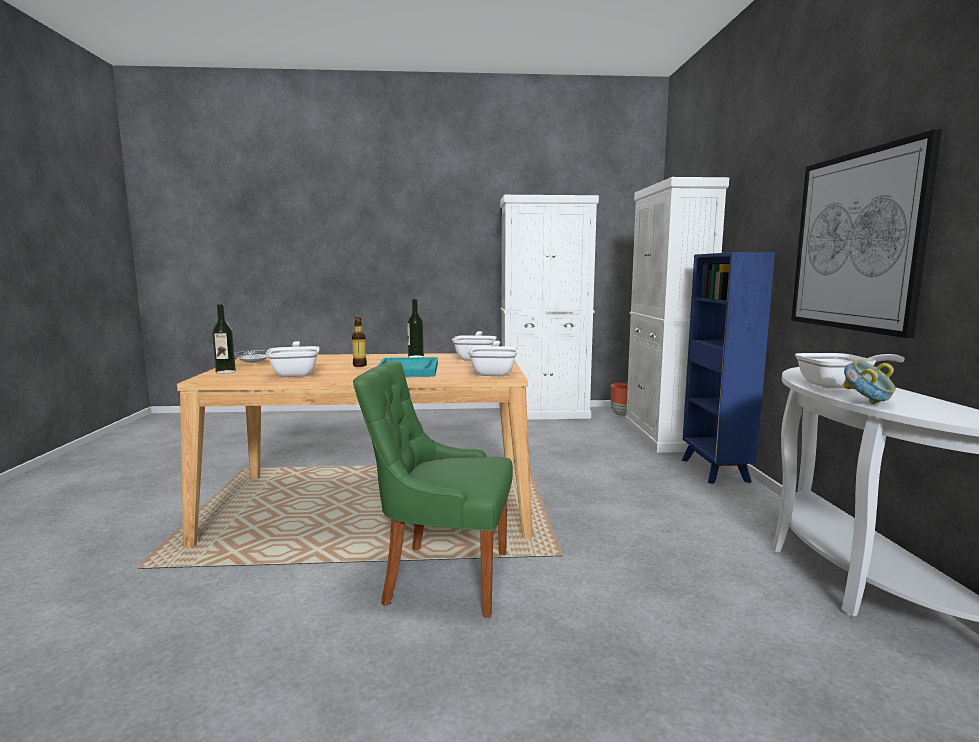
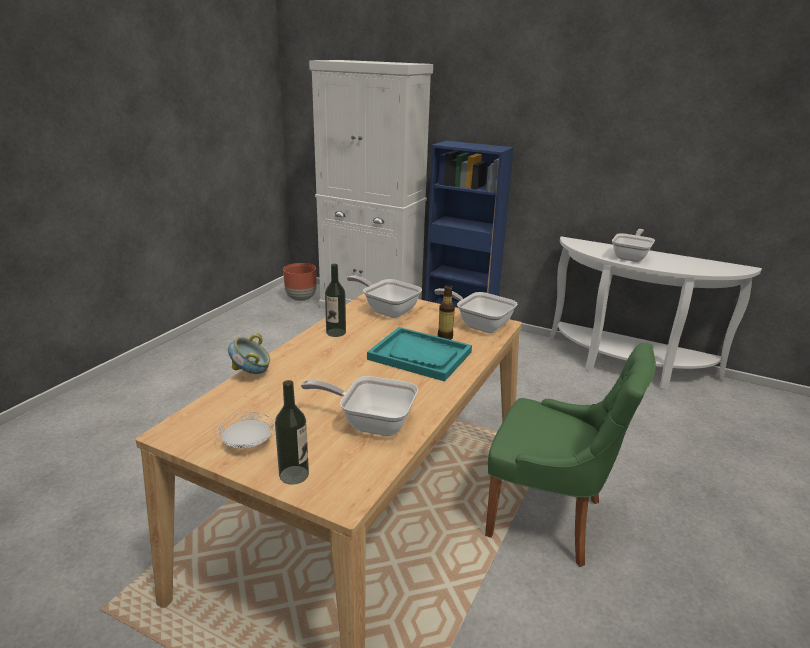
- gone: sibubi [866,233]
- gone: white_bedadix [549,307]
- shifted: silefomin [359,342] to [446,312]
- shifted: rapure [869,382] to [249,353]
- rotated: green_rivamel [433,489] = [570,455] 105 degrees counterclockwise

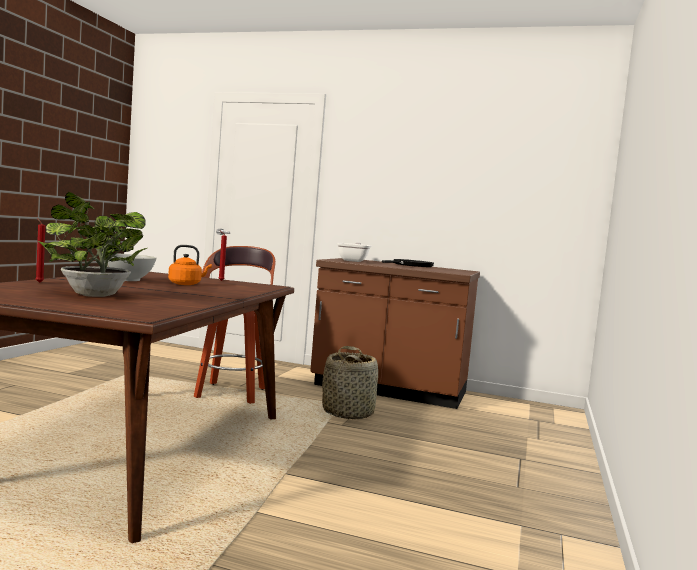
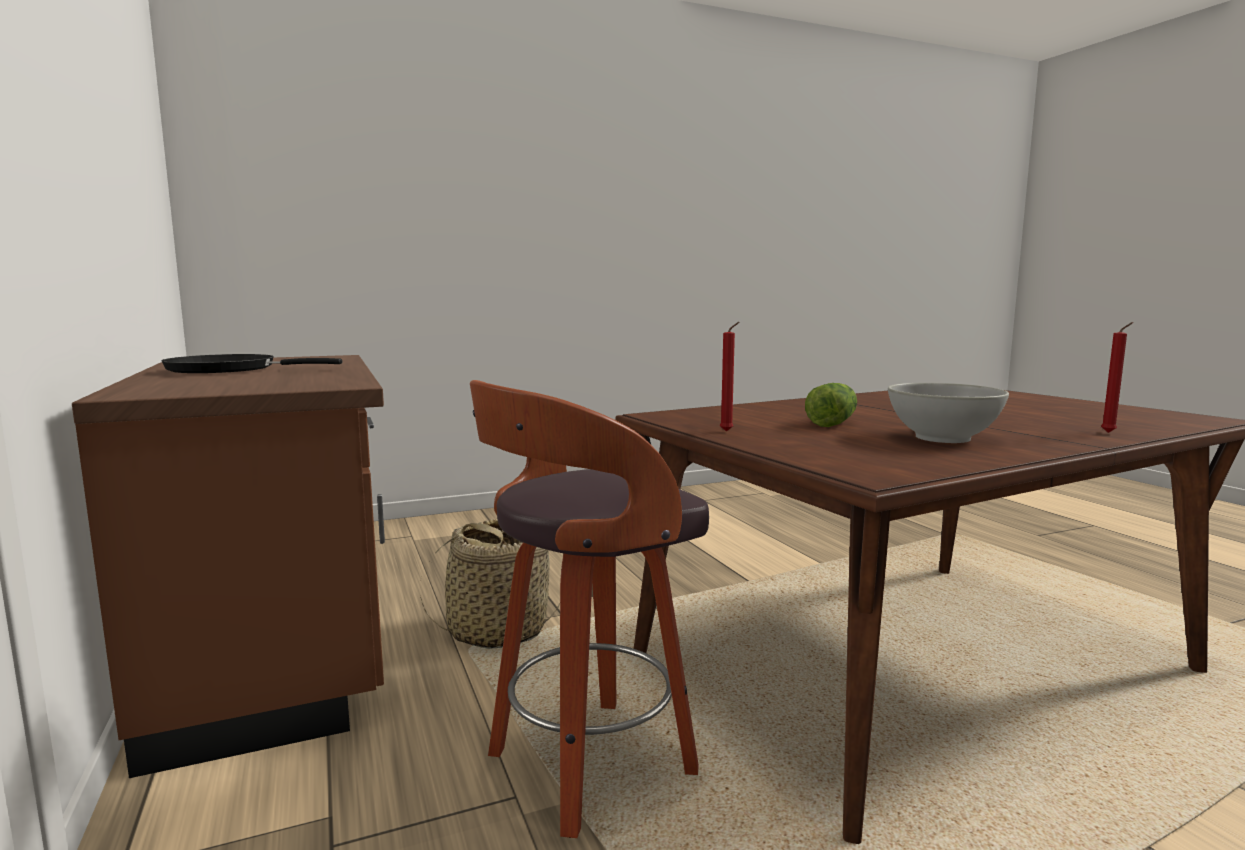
- gone: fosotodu [92,244]
- gone: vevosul [354,252]
- swapped: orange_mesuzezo [190,265] to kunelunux [831,405]

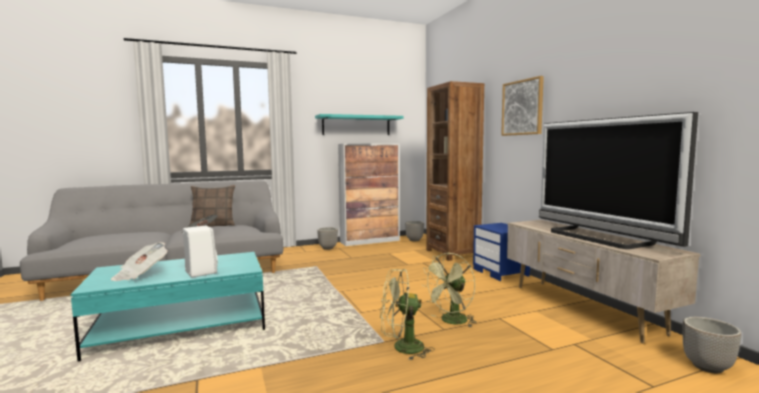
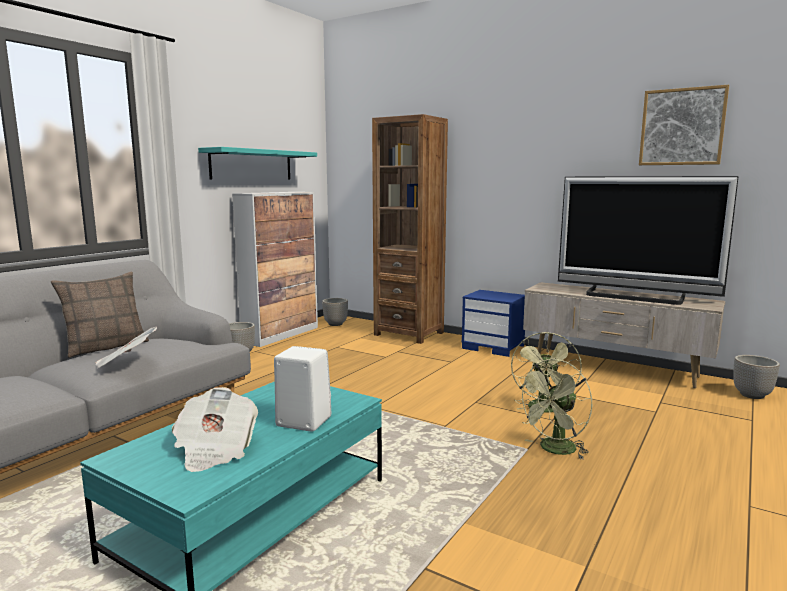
- shifted: sibubi [522,106] to [684,125]

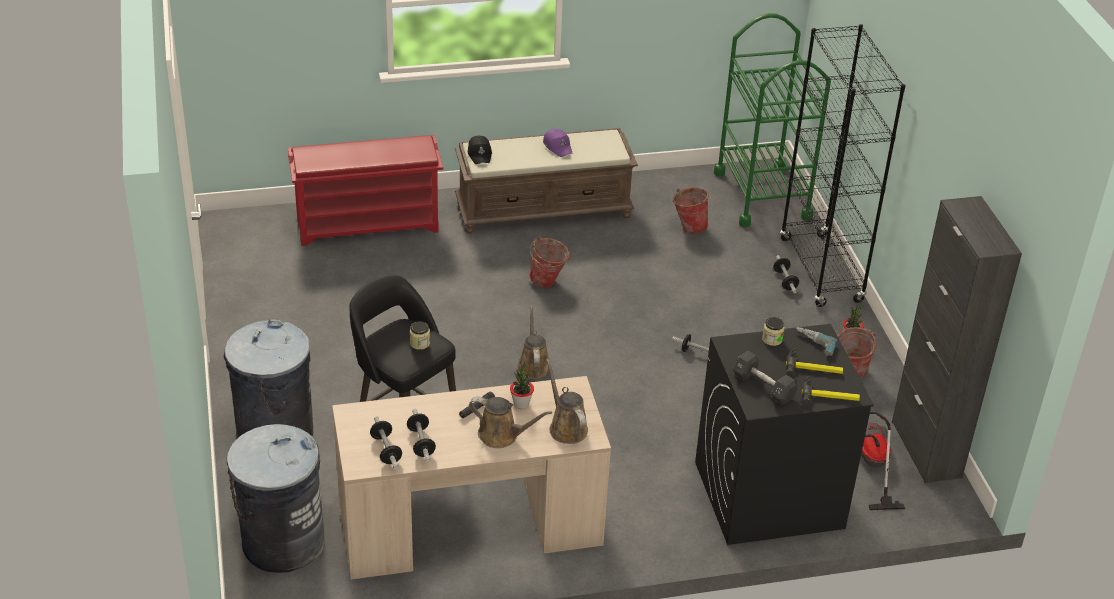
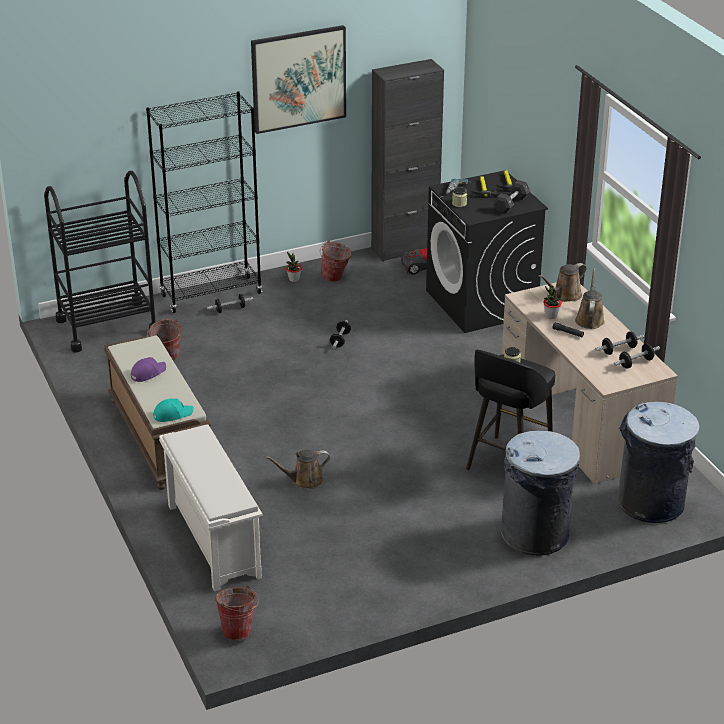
- repainted: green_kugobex [772,120] to black_kugobex [99,262]
- repainted: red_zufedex [365,190] to white_zufedex [211,508]
- repainted: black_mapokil [480,150] to turquoise_mapokil [174,410]
- shifted: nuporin [549,262] to [237,613]
- shifted: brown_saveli [533,342] to [297,469]
- new: sibubi [298,79]

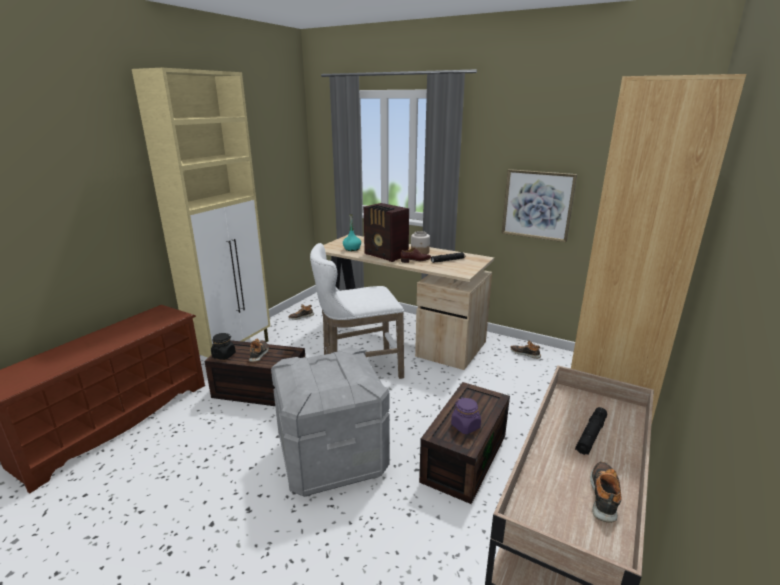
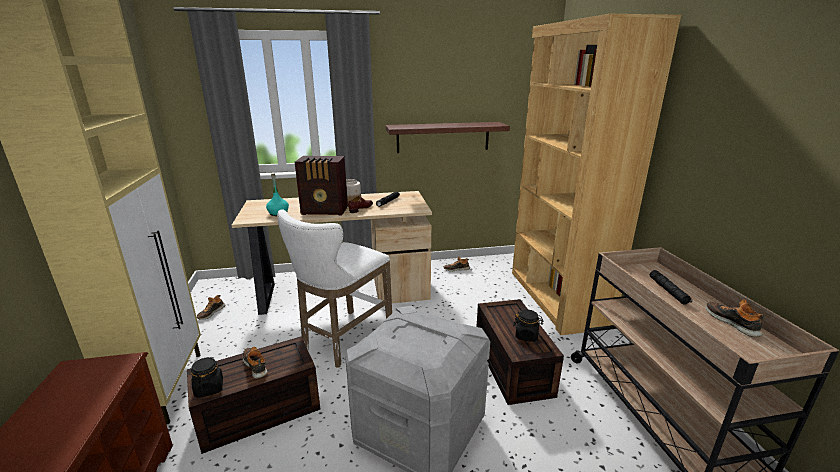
- swapped: sibubi [539,205] to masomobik [448,137]
- repainted: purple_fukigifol [466,415] to black_fukigifol [528,325]

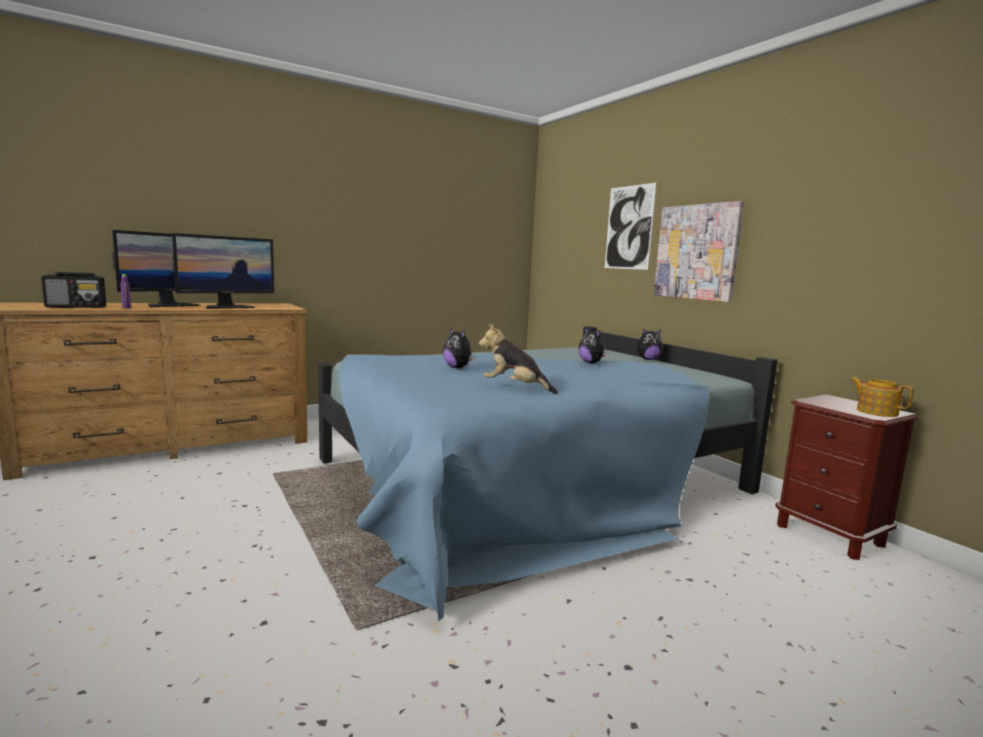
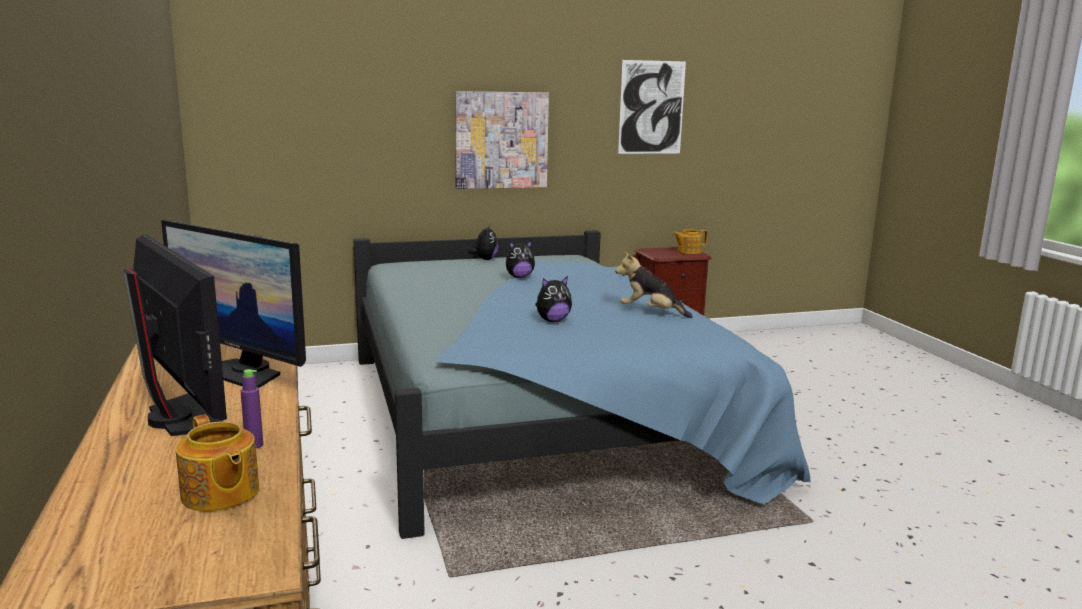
- shifted: sibubi [630,226] to [652,107]
- rotated: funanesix [223,271] = [233,304] 150 degrees clockwise
- swapped: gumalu [73,290] to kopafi [217,463]
- rotated: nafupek [518,359] = [654,285] 75 degrees clockwise

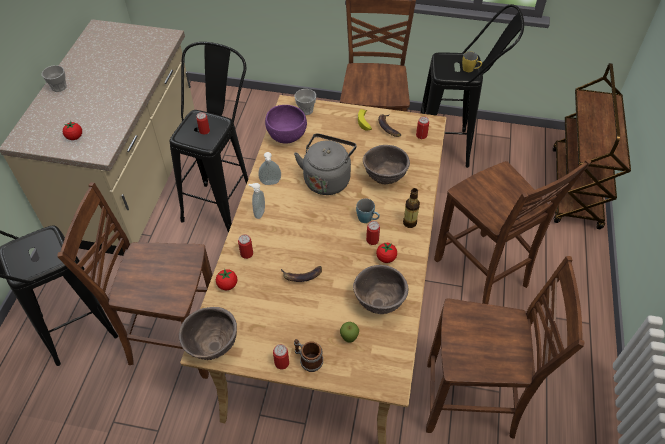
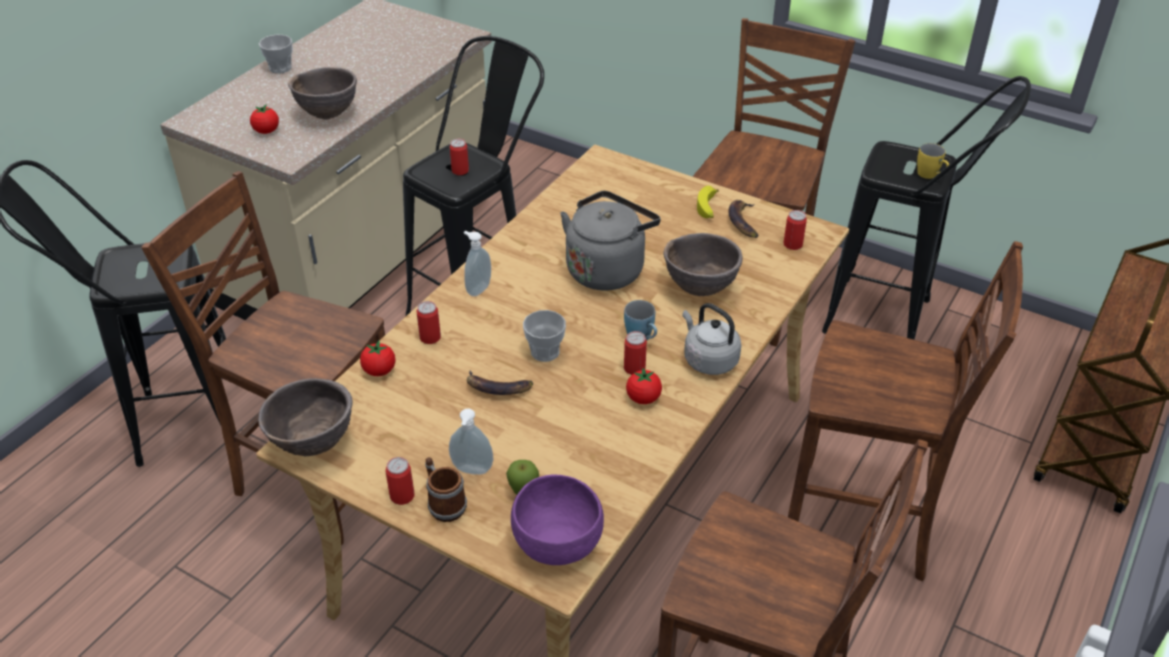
- shifted: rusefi [305,102] to [544,336]
- shifted: purple_rapure [286,124] to [557,520]
- shifted: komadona [269,168] to [471,442]
- rotated: brown_rivamel [513,231] = [905,411] 60 degrees counterclockwise
- swapped: silefomin [411,208] to grey_mesuzezo [712,339]
- shifted: brown_rapure [380,289] to [322,93]

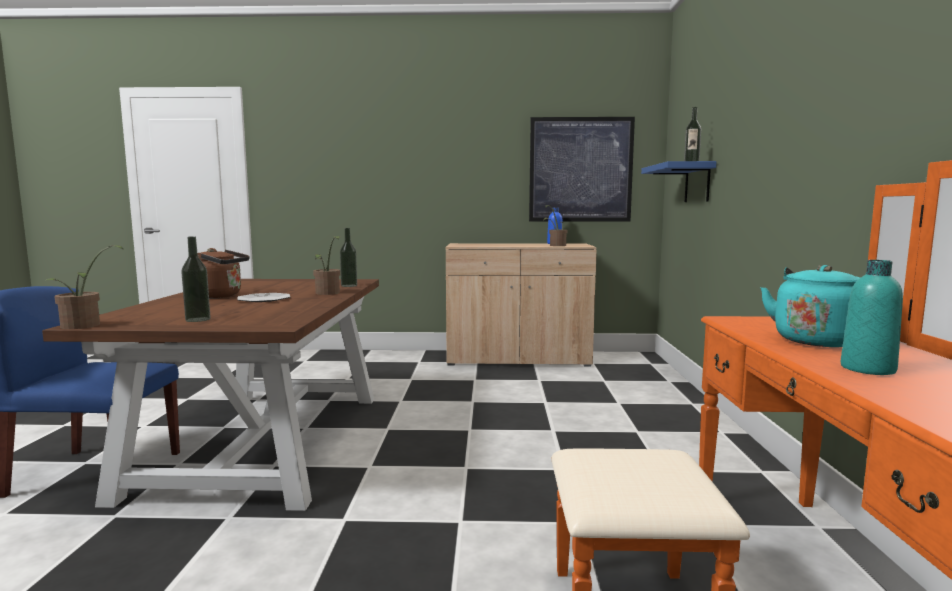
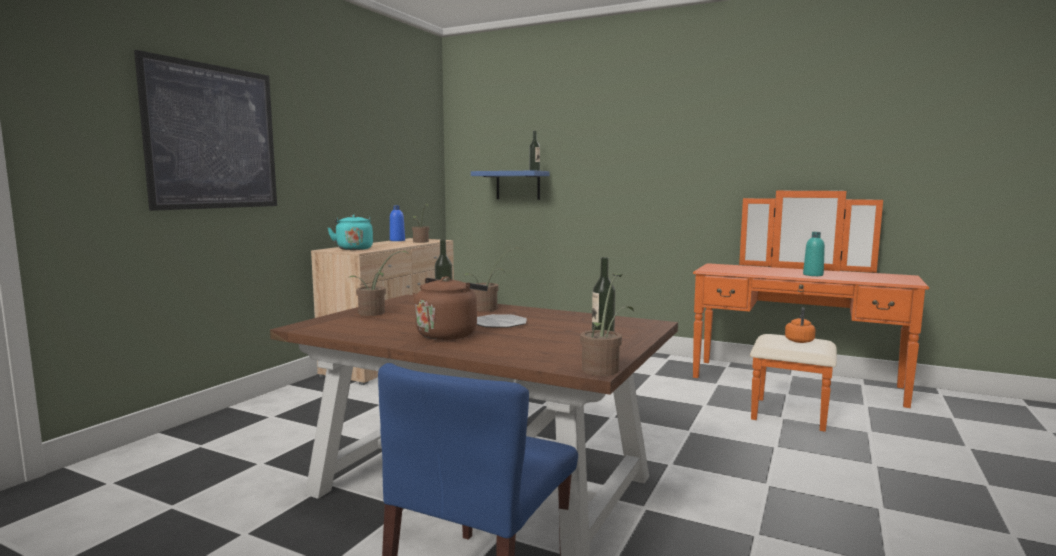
- shifted: sibubi [582,169] to [205,130]
- shifted: turquoise_mesuzezo [810,306] to [350,232]
- new: fosotodu [378,283]
- new: orange_mesuzezo [800,325]

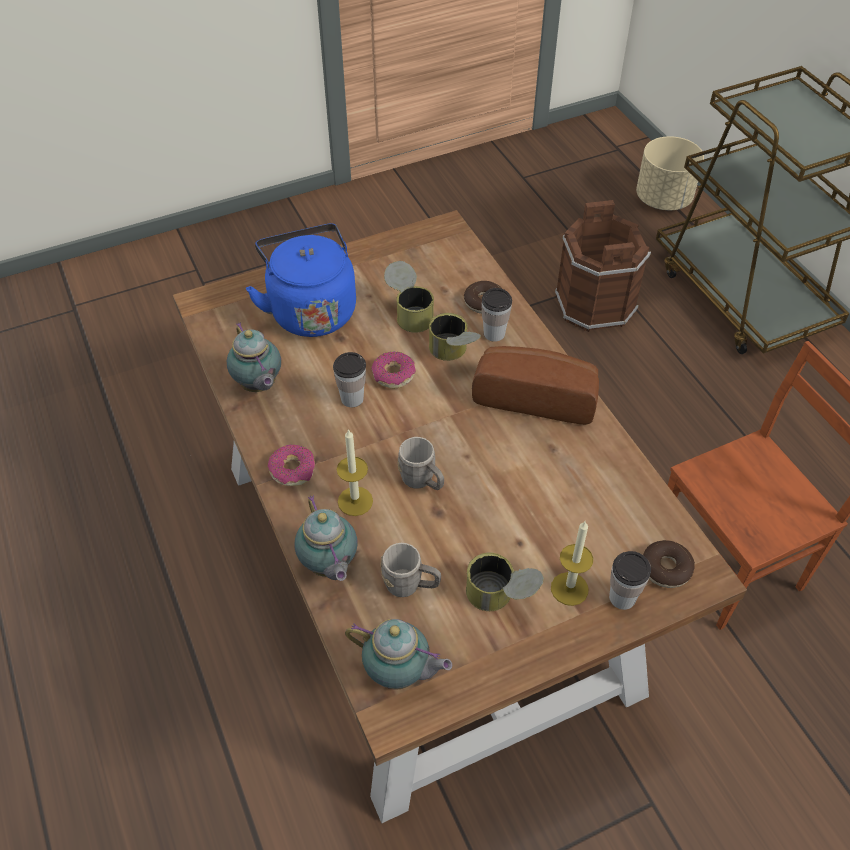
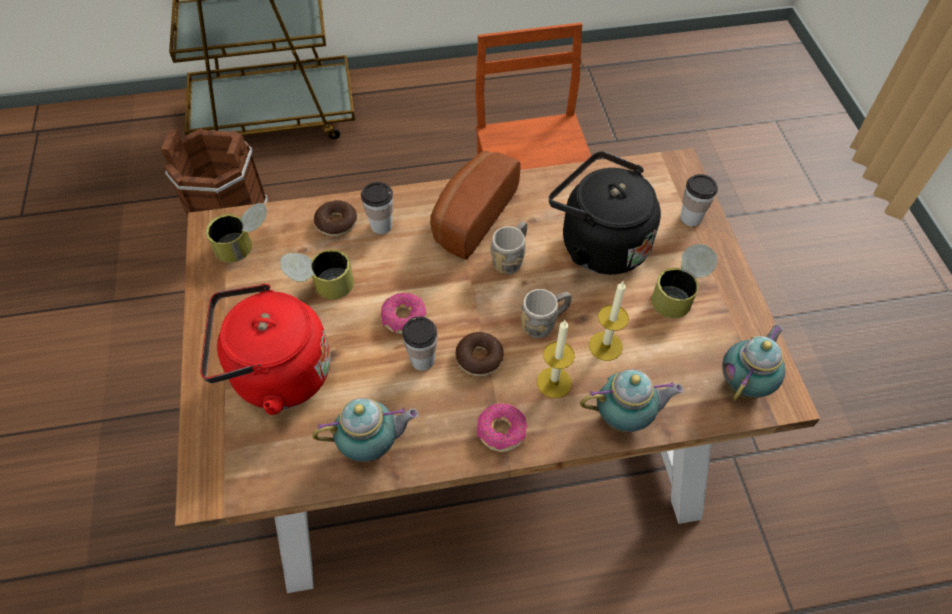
- gone: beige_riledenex [670,173]
- repainted: blue_mesuzezo [301,280] to red_mesuzezo [265,349]
- shifted: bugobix [455,337] to [236,233]
- shifted: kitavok [572,563] to [609,321]
- shifted: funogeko [669,564] to [480,354]
- shifted: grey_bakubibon [410,570] to [508,247]
- new: black_mesuzezo [605,213]

